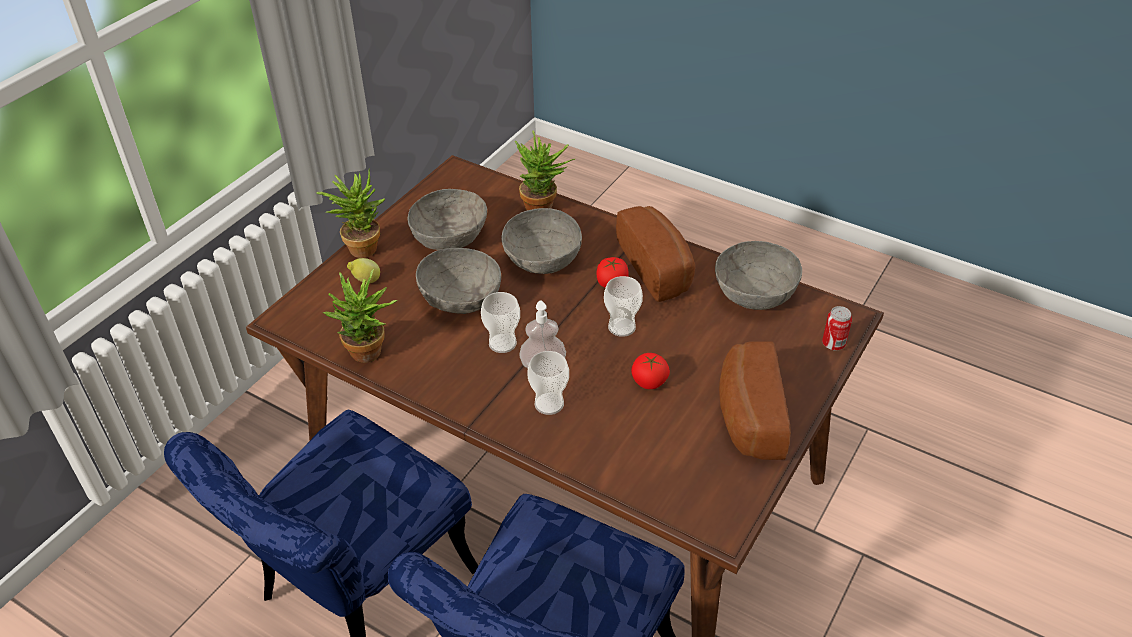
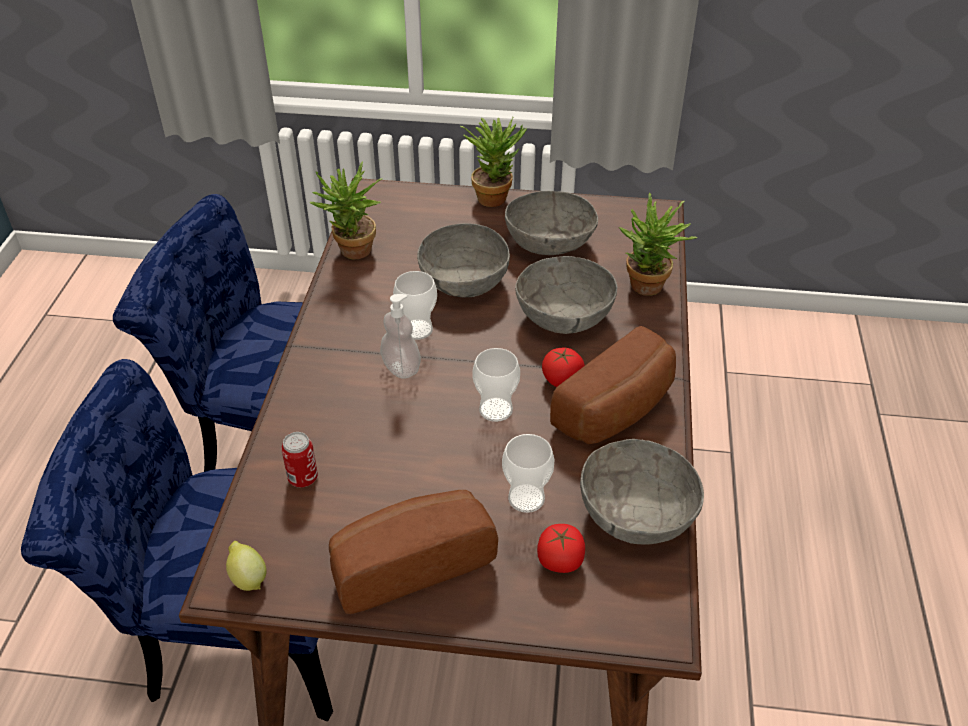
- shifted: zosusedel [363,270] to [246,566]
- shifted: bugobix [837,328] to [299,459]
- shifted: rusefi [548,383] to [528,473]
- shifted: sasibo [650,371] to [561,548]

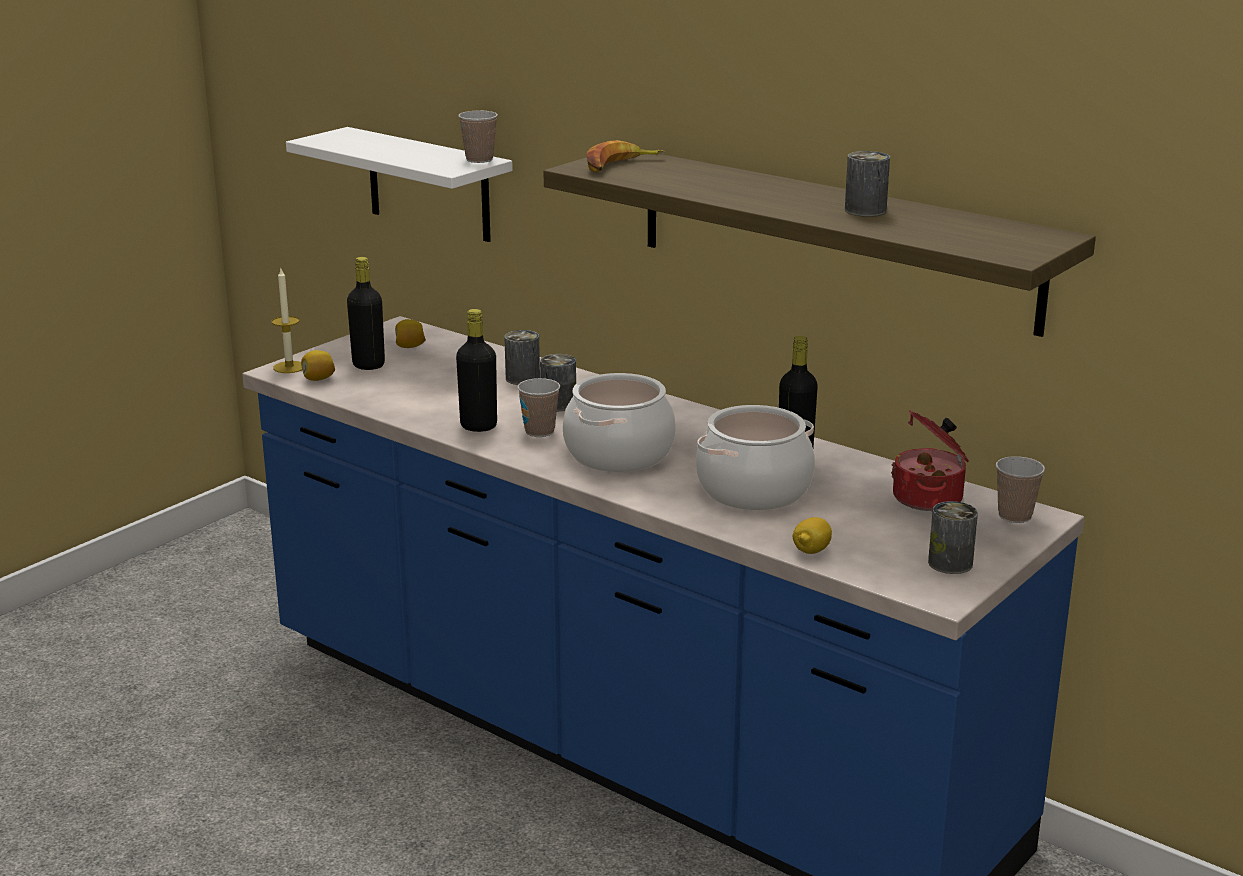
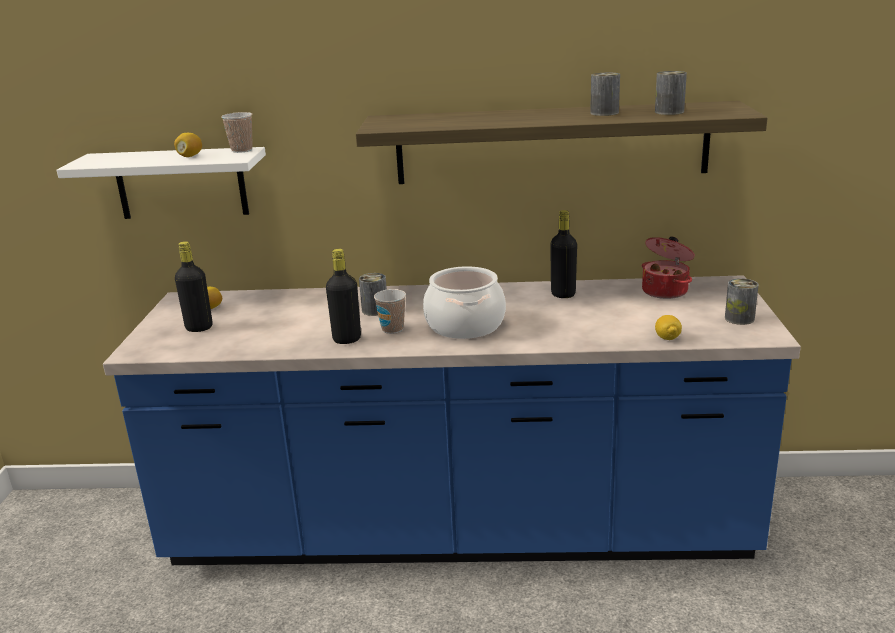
- gone: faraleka [625,156]
- gone: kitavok [287,321]
- shifted: bugobix [522,357] to [671,93]
- shifted: zosusedel [318,365] to [188,145]
- gone: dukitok [755,457]
- gone: rusefi [1020,489]

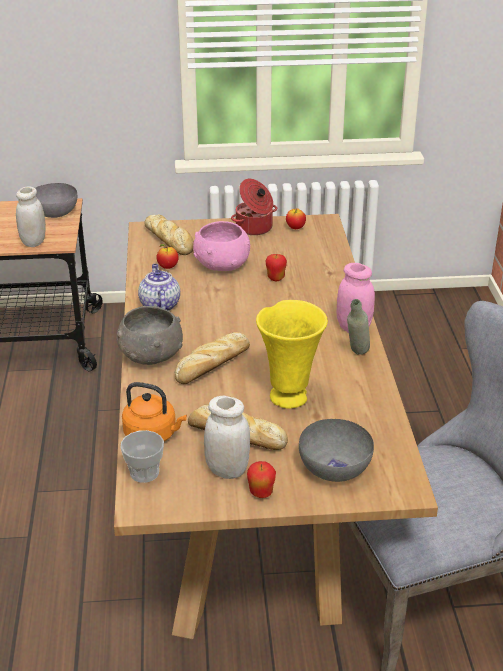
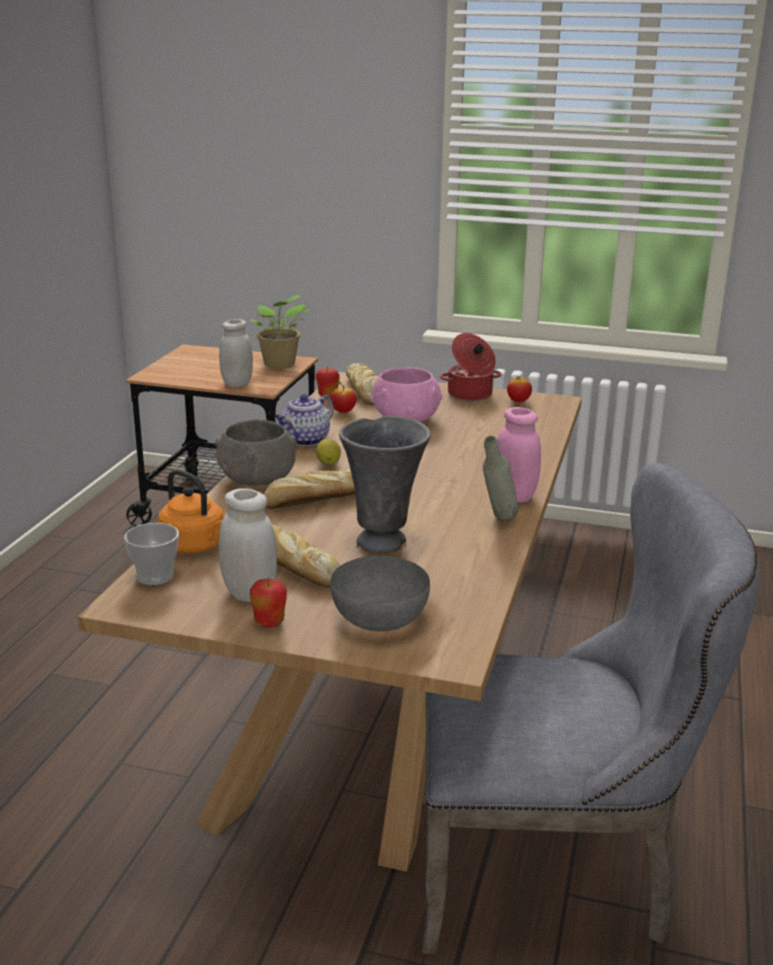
- swapped: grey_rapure [56,200] to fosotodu [280,331]
- shifted: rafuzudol [276,267] to [328,382]
- rotated: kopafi [159,287] = [304,420] 150 degrees counterclockwise
- repainted: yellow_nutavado [292,354] to grey_nutavado [385,484]
- new: zosusedel [328,452]

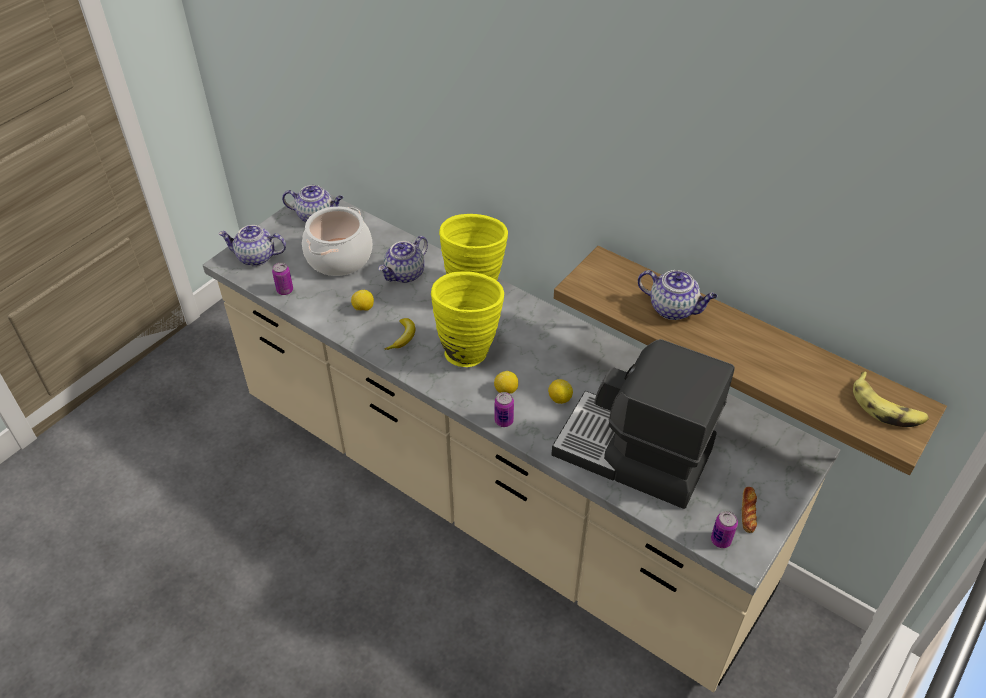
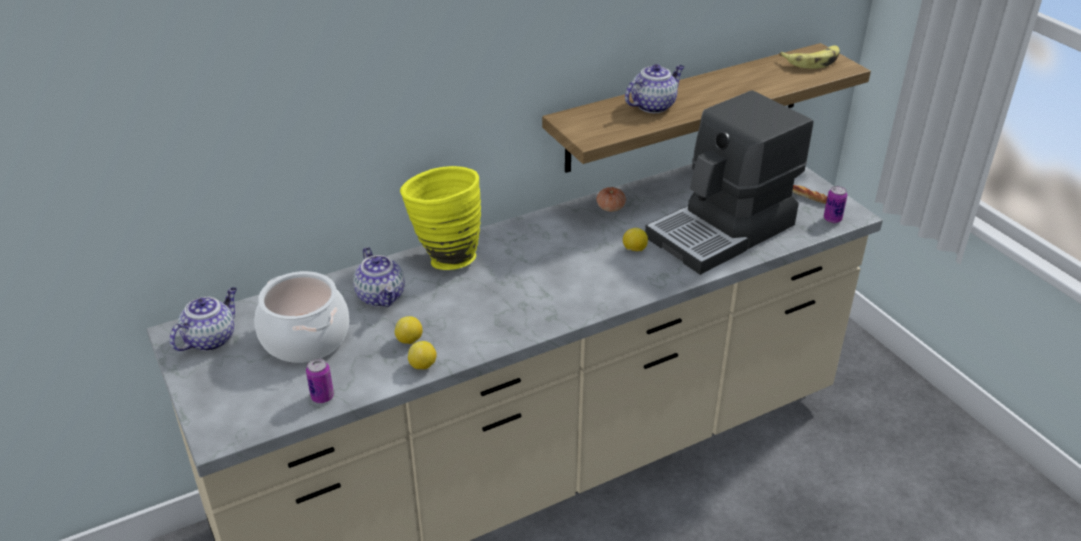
- gone: kopafi [252,245]
- gone: yellow_nutavado [467,319]
- gone: faraleka [400,334]
- shifted: zosusedel [506,382] to [422,355]
- gone: bugobix [504,409]
- new: sasibo [611,199]

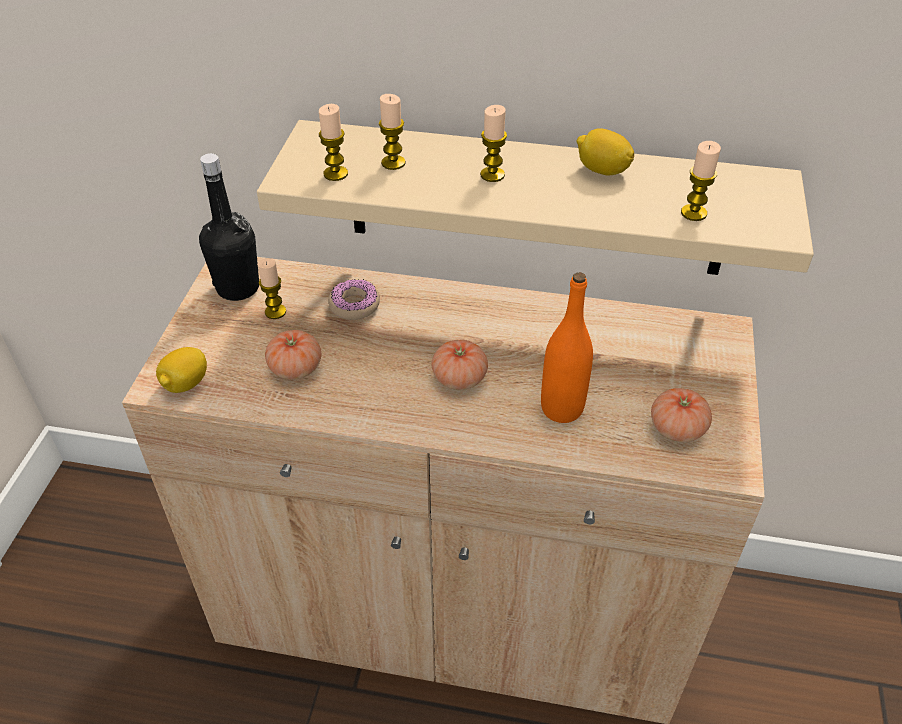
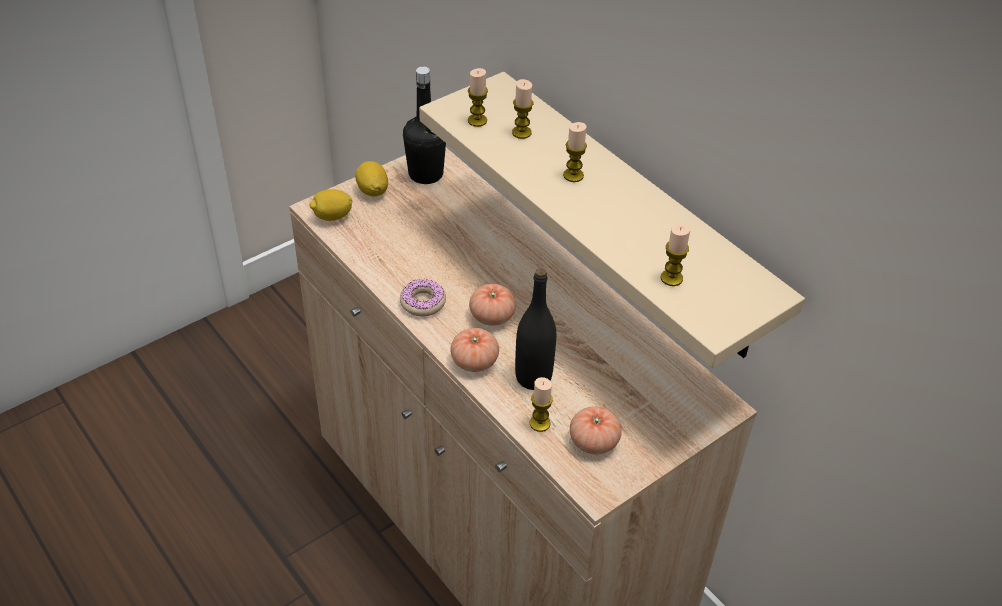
- shifted: zosusedel [605,152] to [371,179]
- shifted: kitavok [271,289] to [541,404]
- repainted: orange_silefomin [567,347] to black_silefomin [535,329]
- shifted: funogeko [354,299] to [423,297]
- shifted: sasibo [293,355] to [474,350]

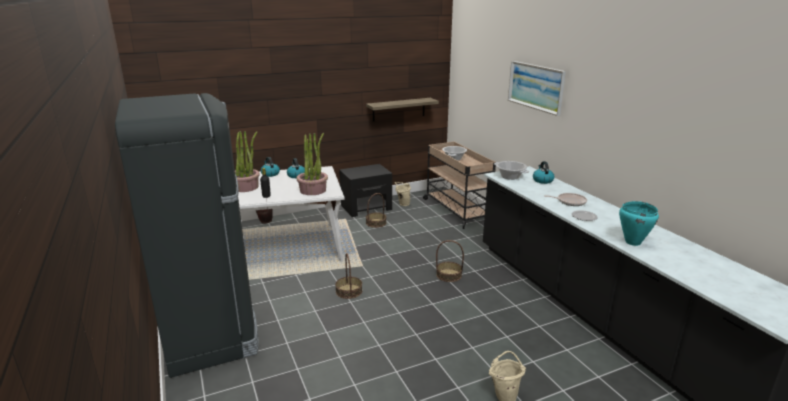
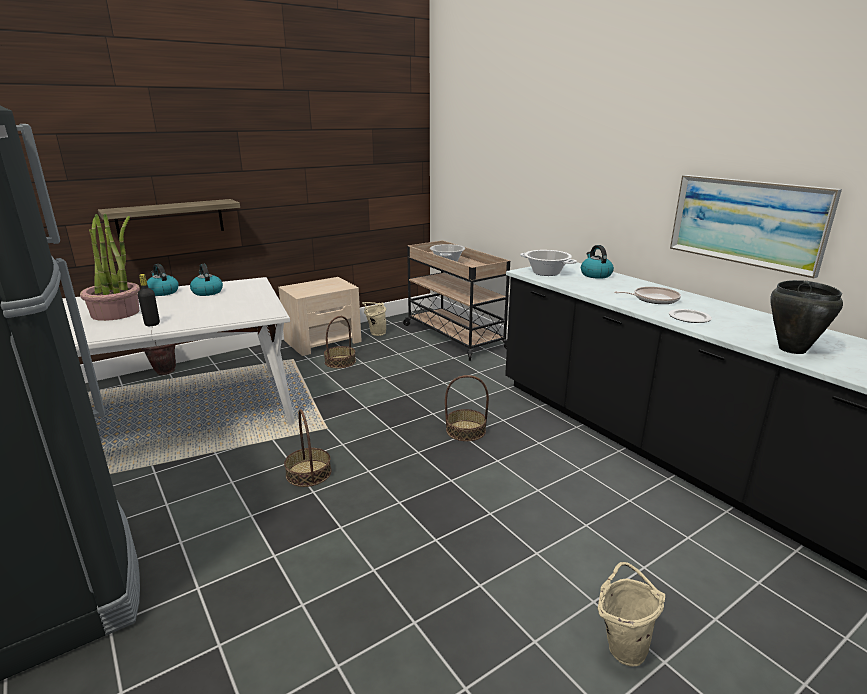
- shifted: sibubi [537,88] to [756,226]
- shifted: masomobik [402,109] to [169,219]
- gone: fosotodu [312,164]
- repainted: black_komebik [365,190] to beige_komebik [320,316]
- repainted: turquoise_dukitok [639,223] to black_dukitok [806,317]

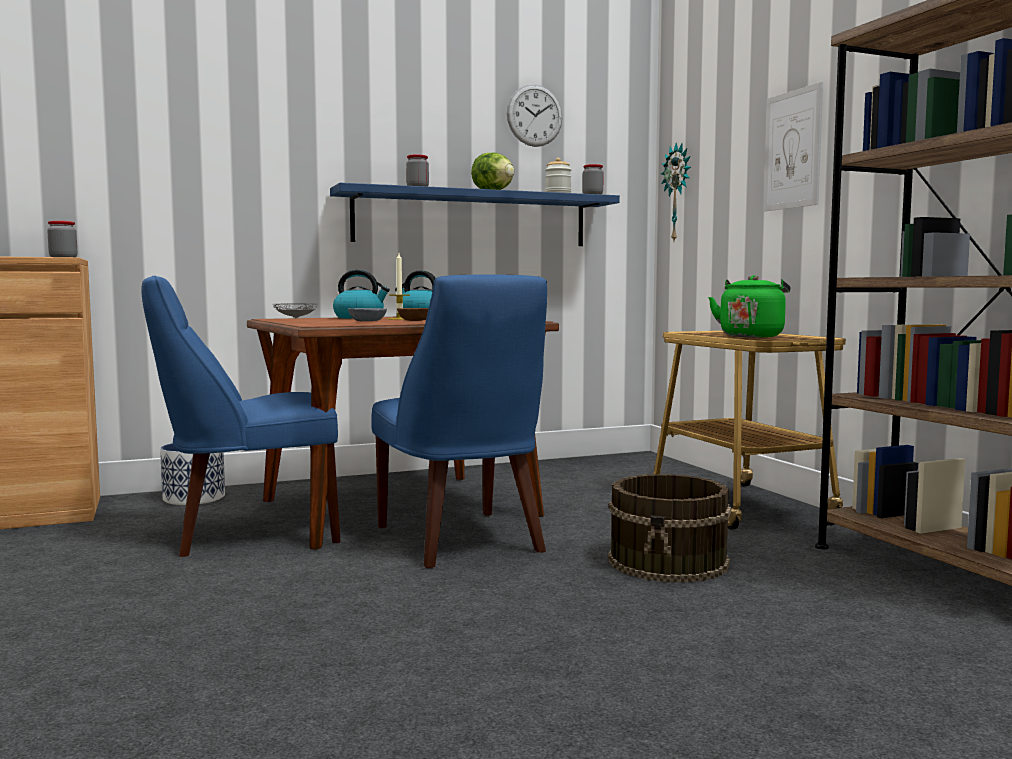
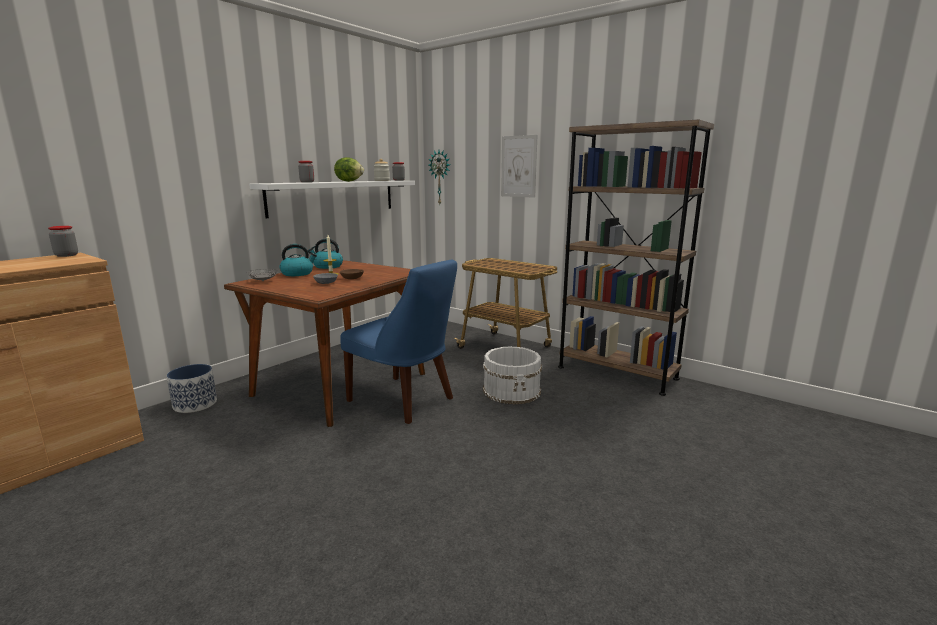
- gone: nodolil [534,115]
- repainted: blue_masomobik [475,214] to white_masomobik [332,199]
- gone: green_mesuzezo [749,306]
- gone: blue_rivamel [241,416]
- repainted: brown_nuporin [669,528] to white_nuporin [512,375]

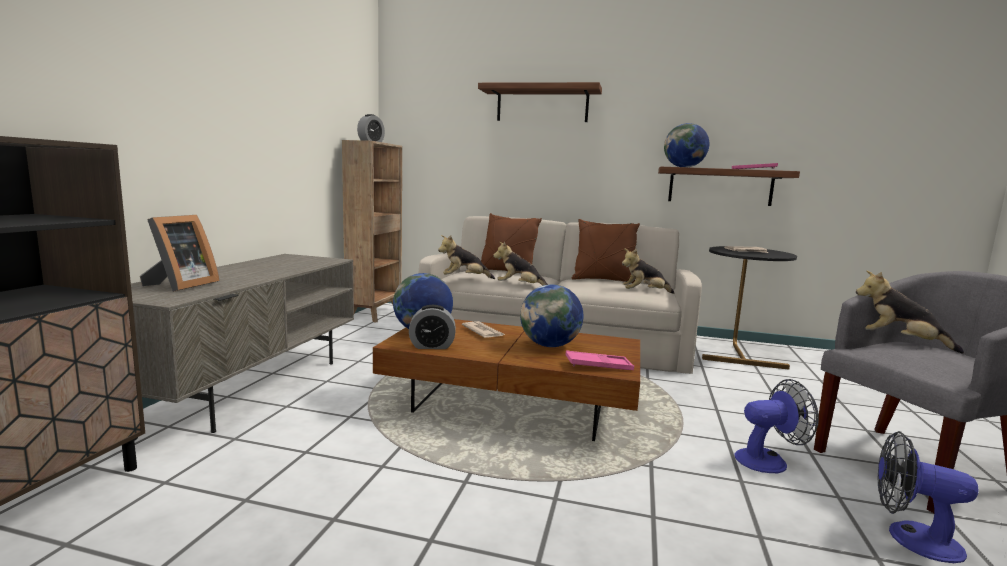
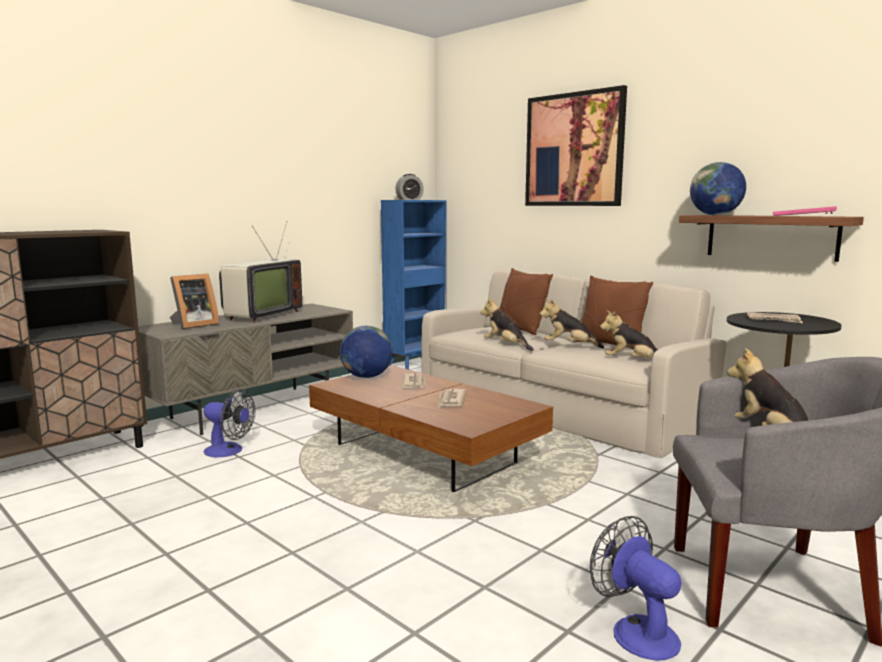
- swapped: masomobik [540,102] to sibubi [576,145]
- repainted: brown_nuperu [372,231] to blue_nuperu [414,285]
- shifted: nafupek [466,257] to [572,324]
- swapped: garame [551,315] to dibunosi [452,398]
- gone: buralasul [432,327]
- gone: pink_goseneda [599,360]
- shifted: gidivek [776,426] to [229,423]
- new: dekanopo [260,272]

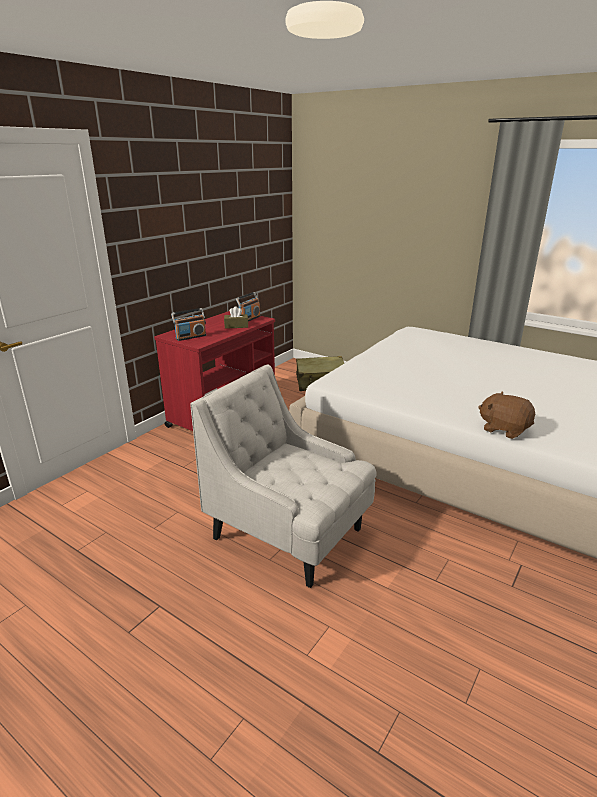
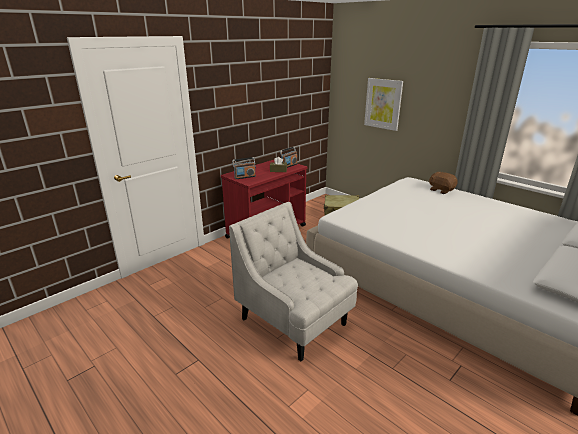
- shifted: brown_nafupek [506,415] to [443,183]
- new: sibubi [383,104]

